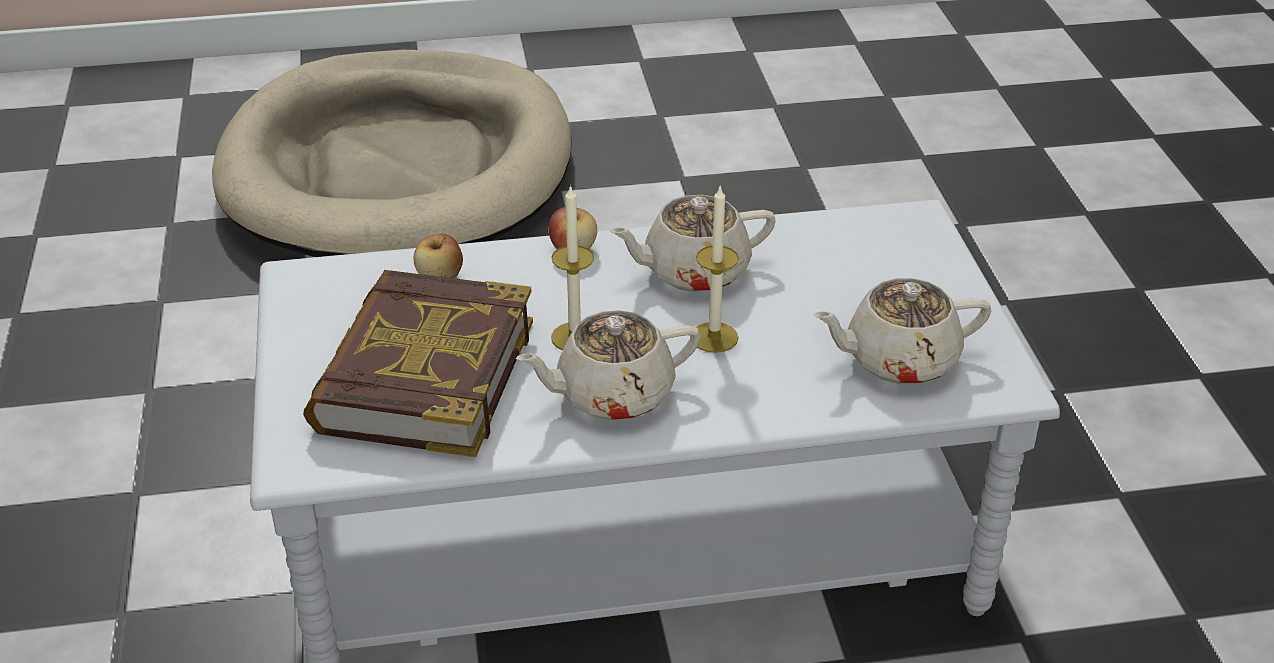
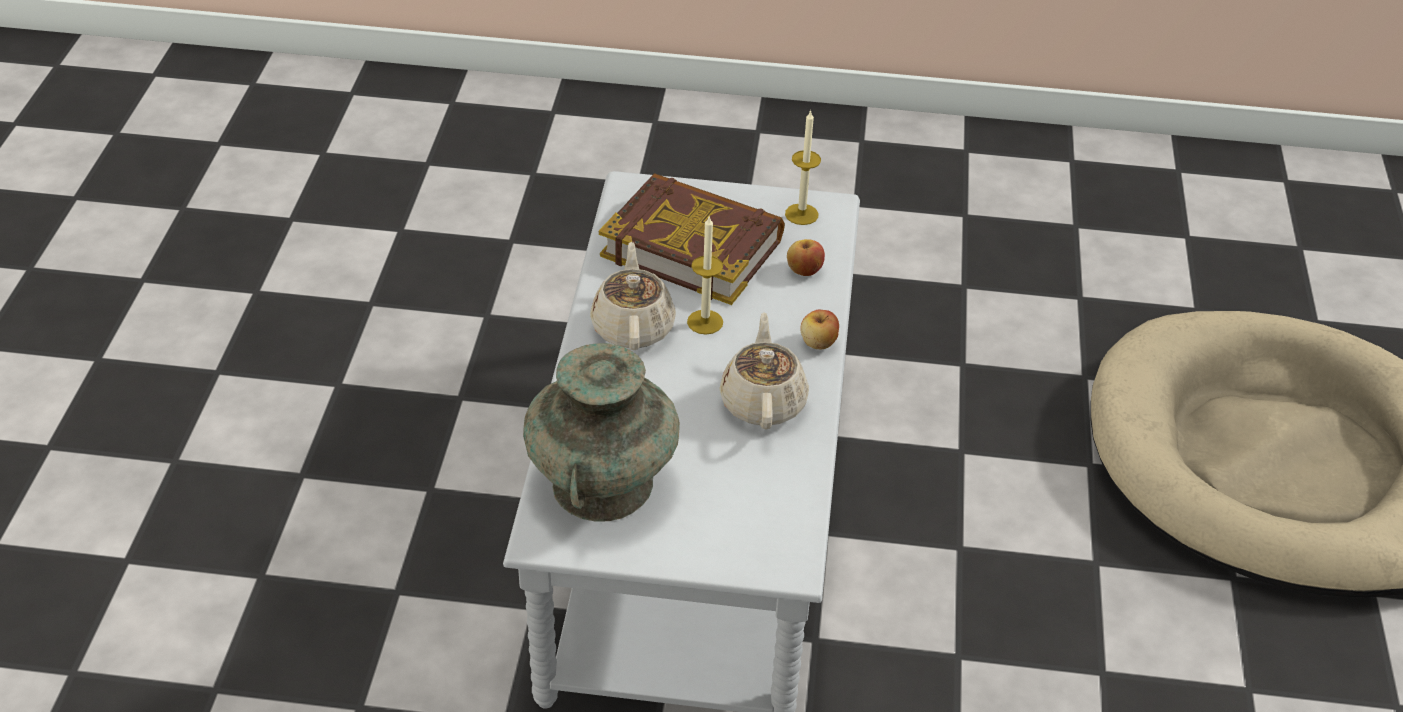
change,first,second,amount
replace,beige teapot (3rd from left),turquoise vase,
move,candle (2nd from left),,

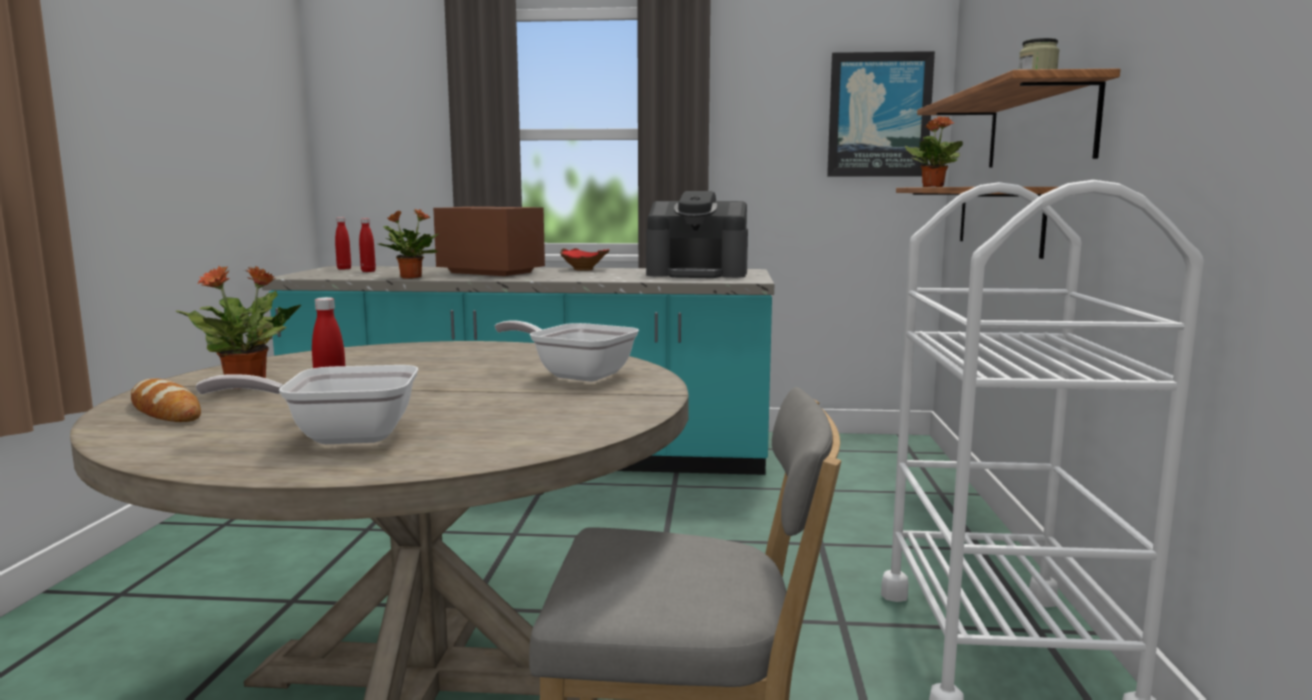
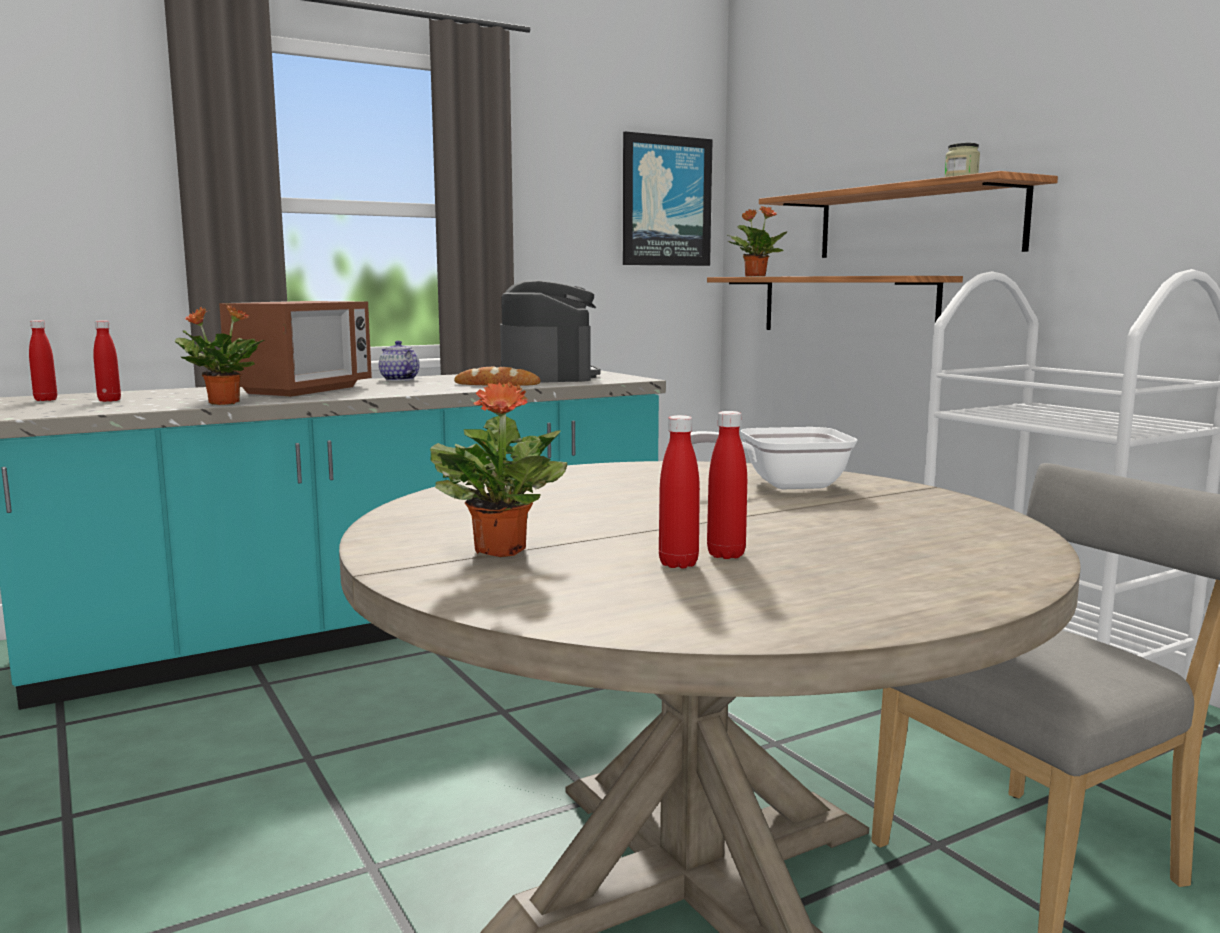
change,first,second,amount
rotate,microwave,,120 degrees clockwise
replace,red bowl,teapot,
move,bread,,
rotate,coffee machine,,75 degrees counterclockwise
insert,,red bottle (3rd from left),
delete,frying pan (1st from left),,

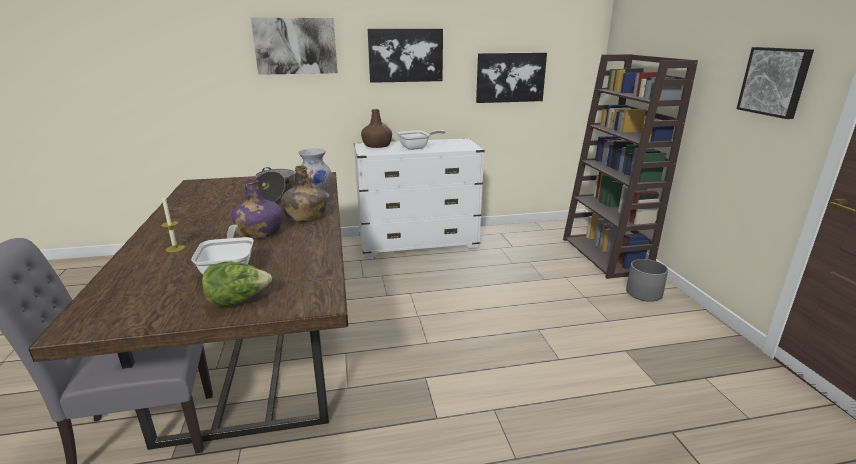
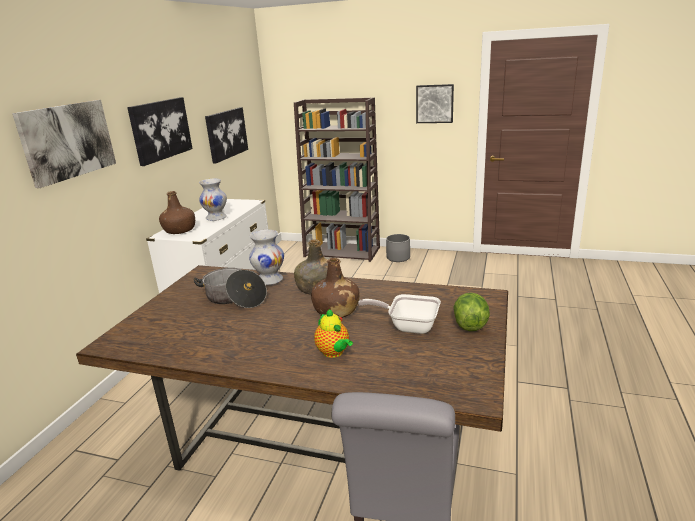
change,first,second,amount
replace,frying pan (2nd from left),white vase (1st from left),
recolor,purple bottle,brown bottle (2nd from left),
replace,candle,teapot,

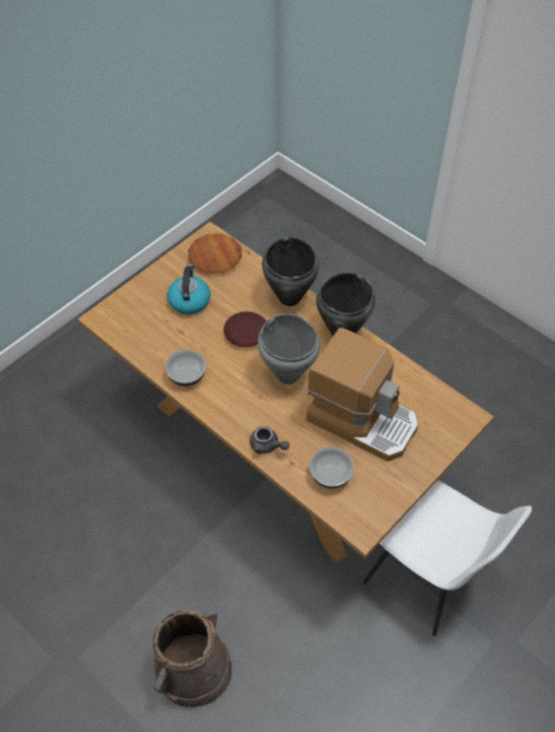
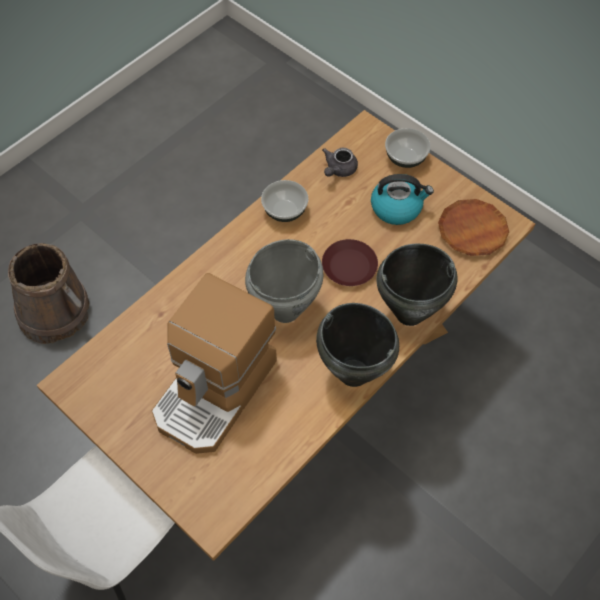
change,first,second,amount
move,grey teapot,,
move,bowl (2nd from left),,

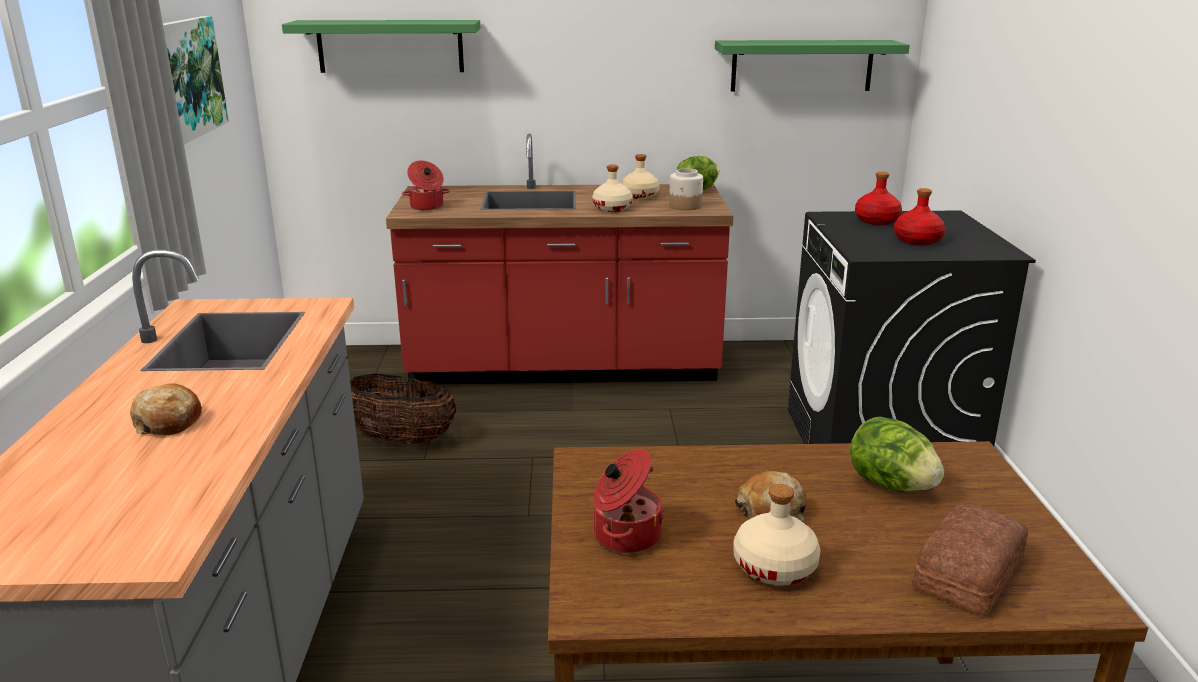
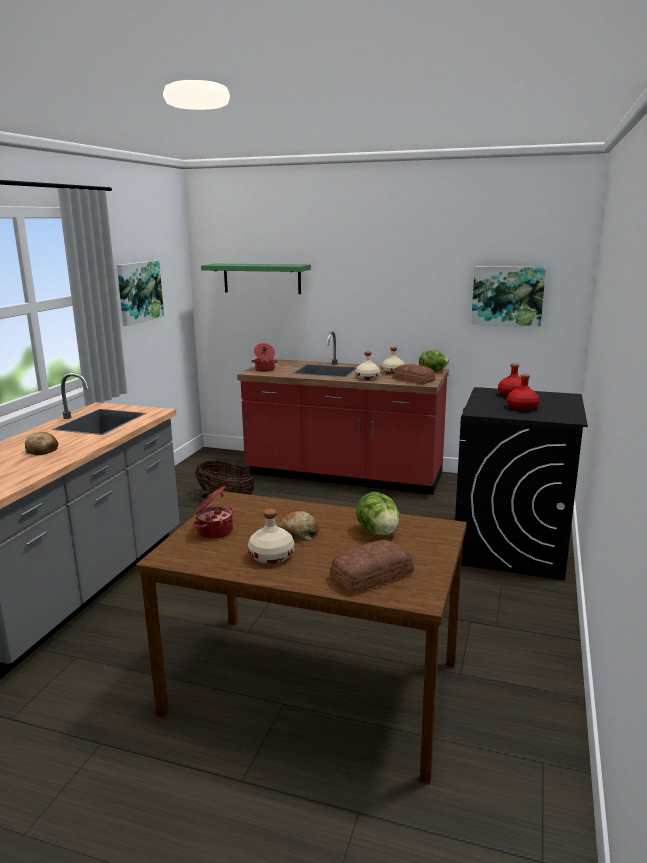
change,first,second,amount
replace,jar,bread (4th from left),
replace,green shelf (2nd from left),picture (2nd from left),

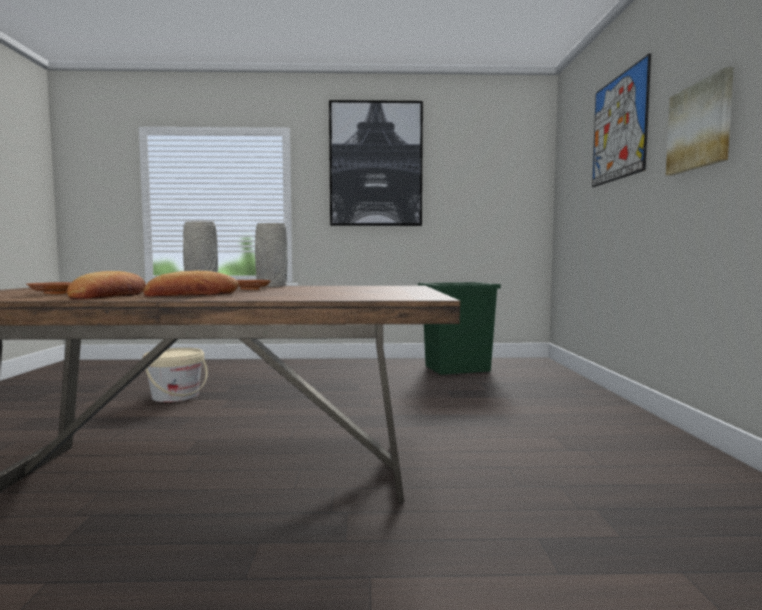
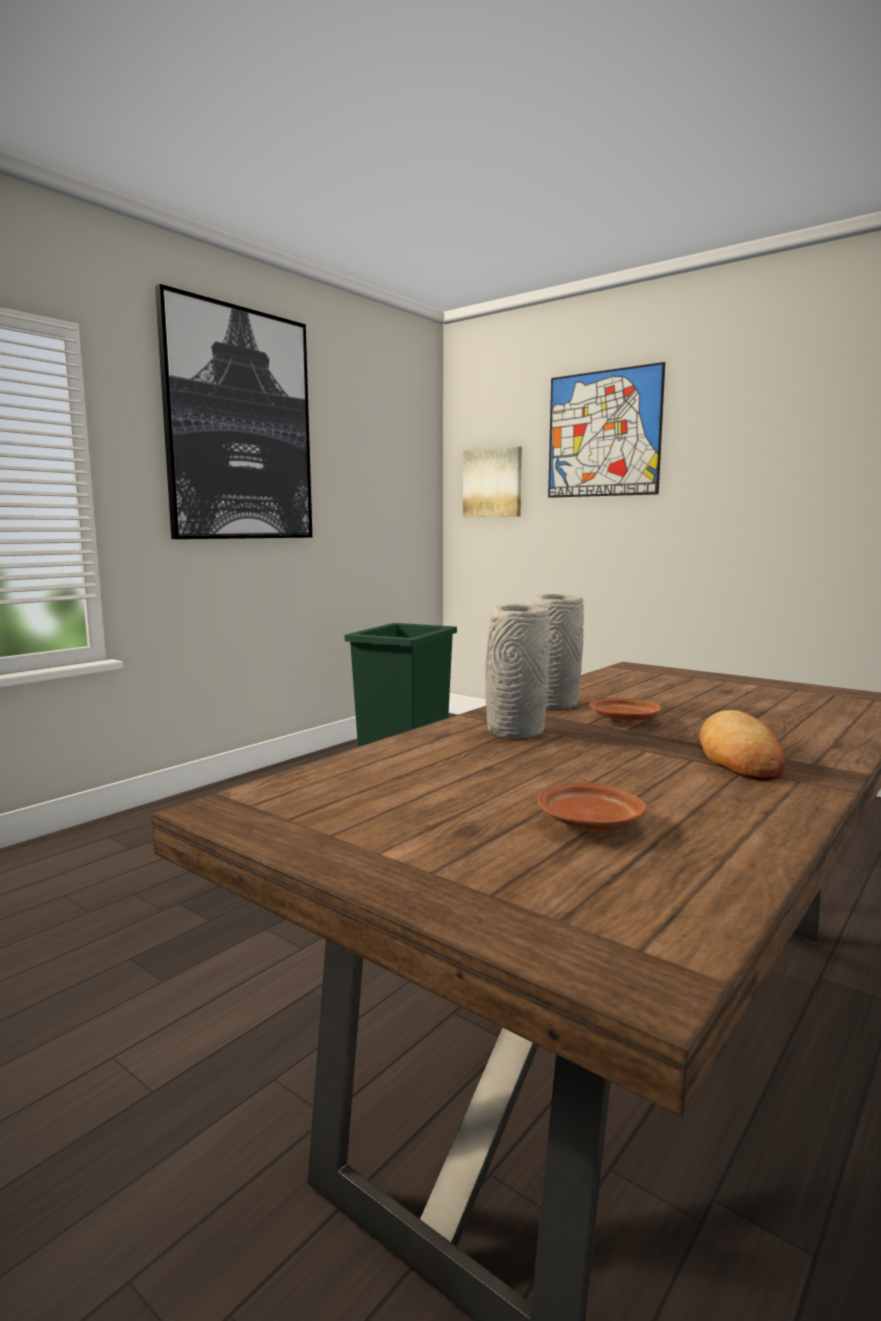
change,first,second,amount
move,picture (3rd from left in the first image),picture (2nd from left),
delete,bread (1st from left),,
delete,beige bucket,,

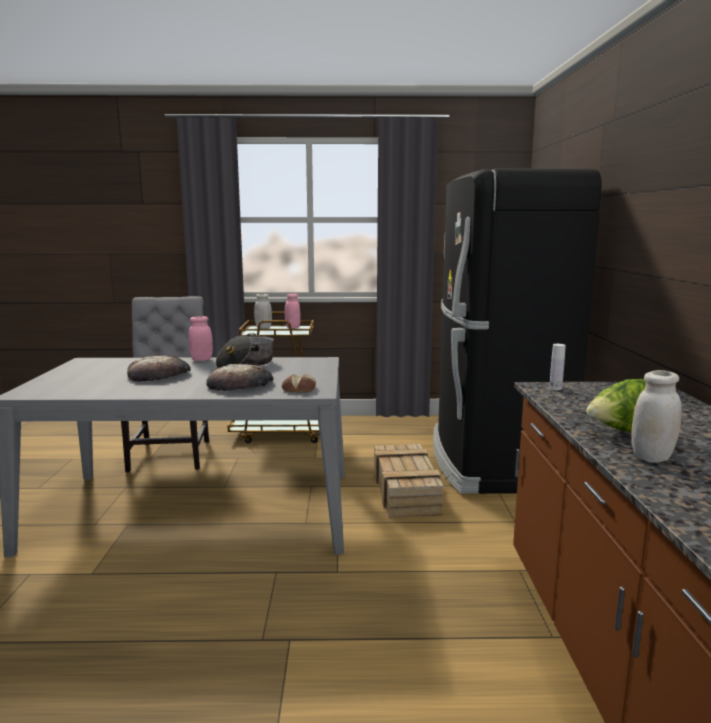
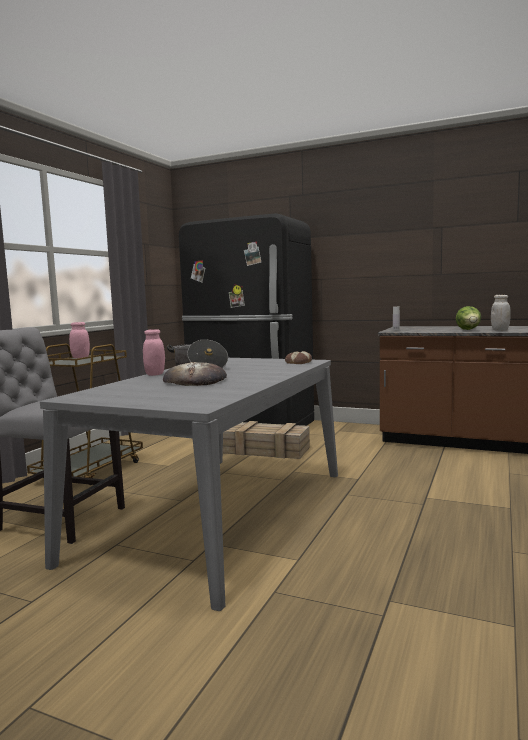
change,first,second,amount
delete,bread (2nd from left),,
delete,white jar (1st from left),,

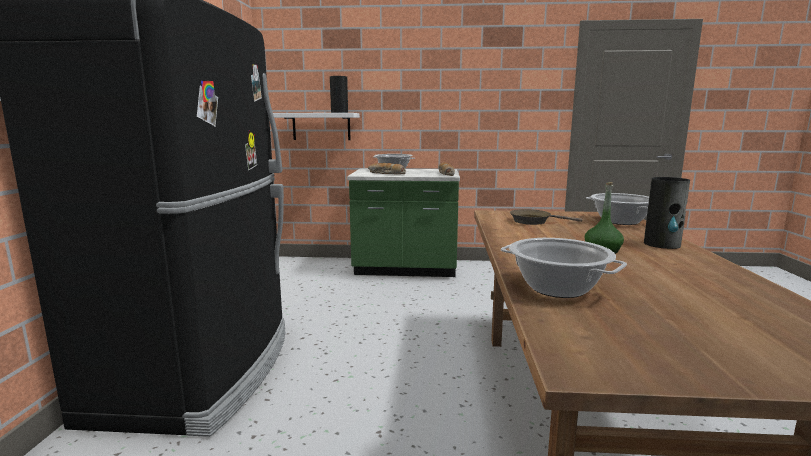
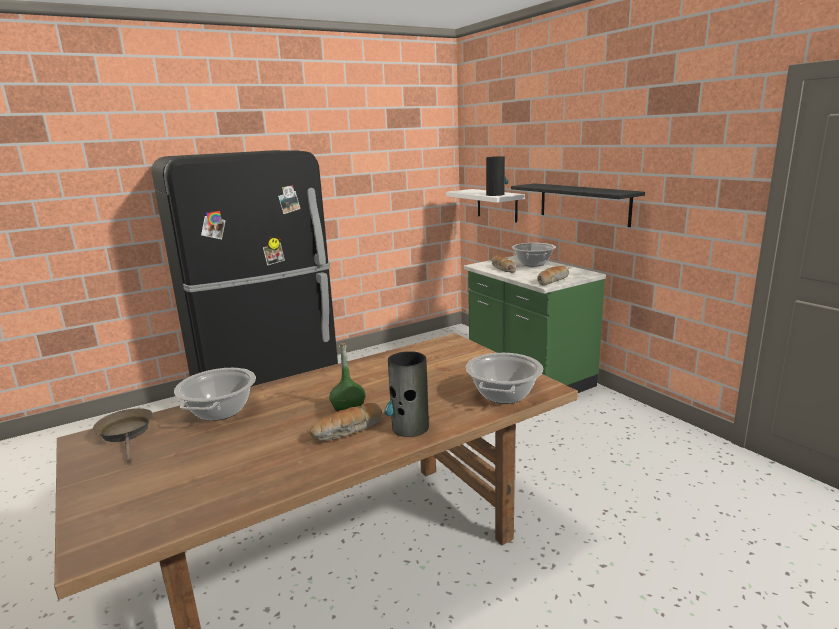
change,first,second,amount
move,brown frying pan,,
insert,,bread (1st from left),
insert,,black shelf,

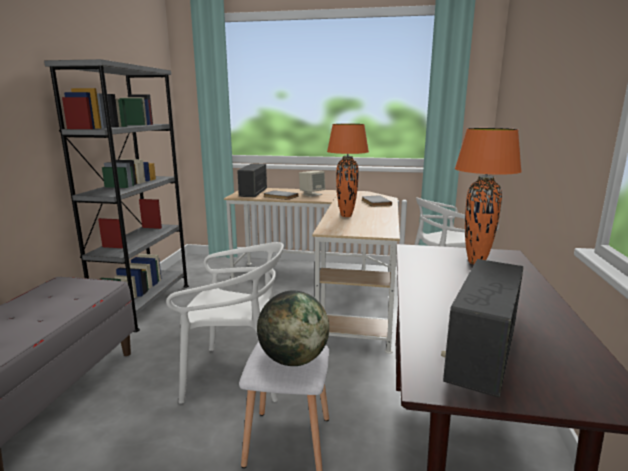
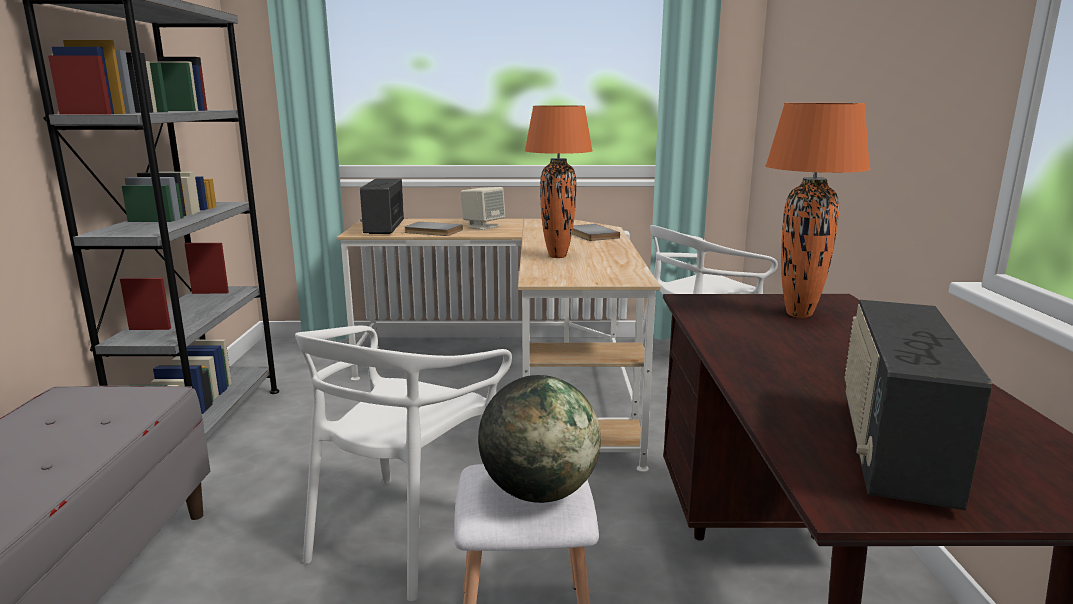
change,first,second,amount
rotate,white chair (1st from left),,120 degrees clockwise

